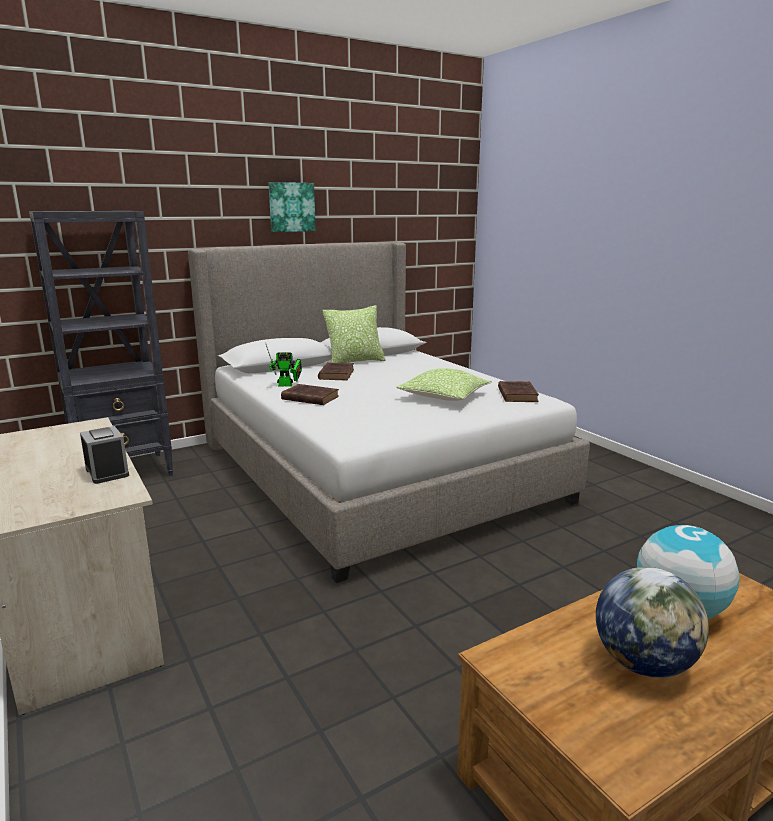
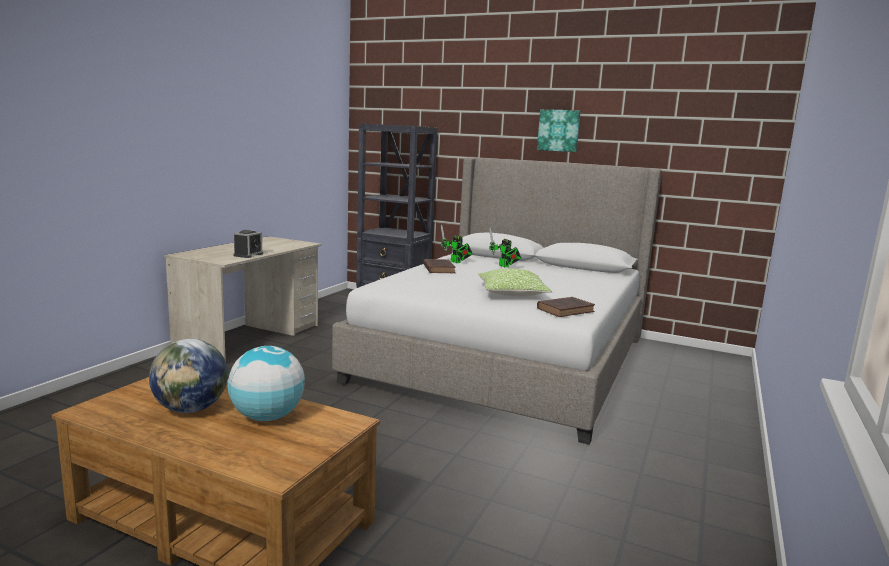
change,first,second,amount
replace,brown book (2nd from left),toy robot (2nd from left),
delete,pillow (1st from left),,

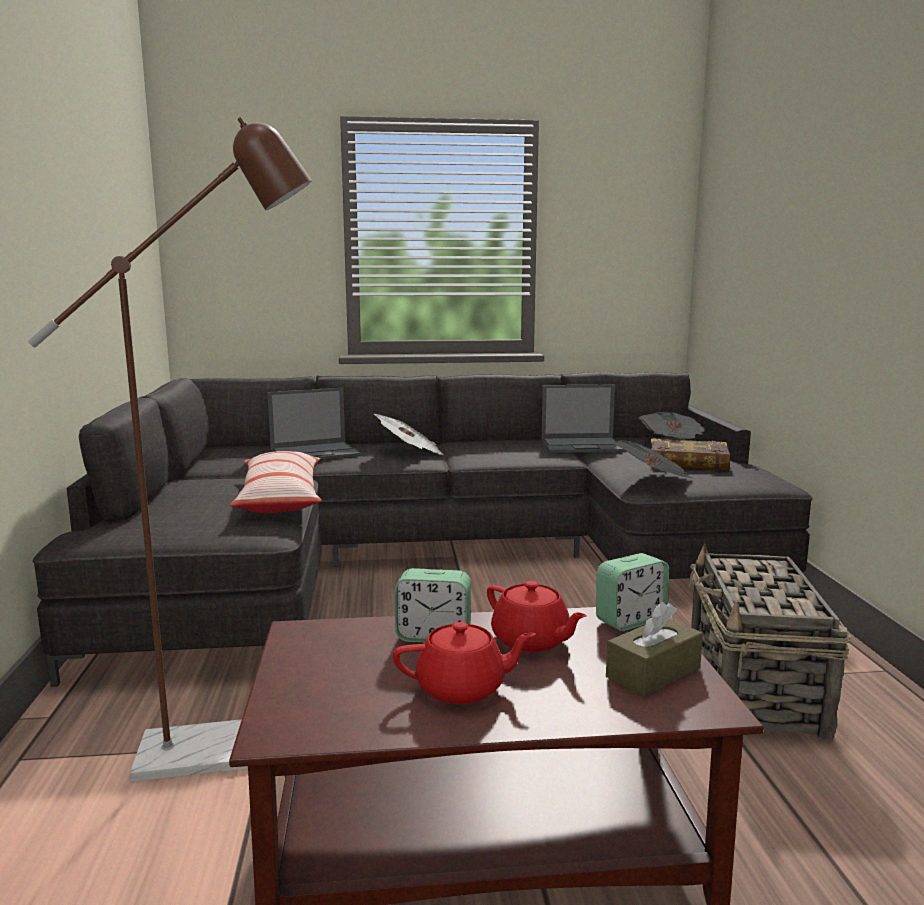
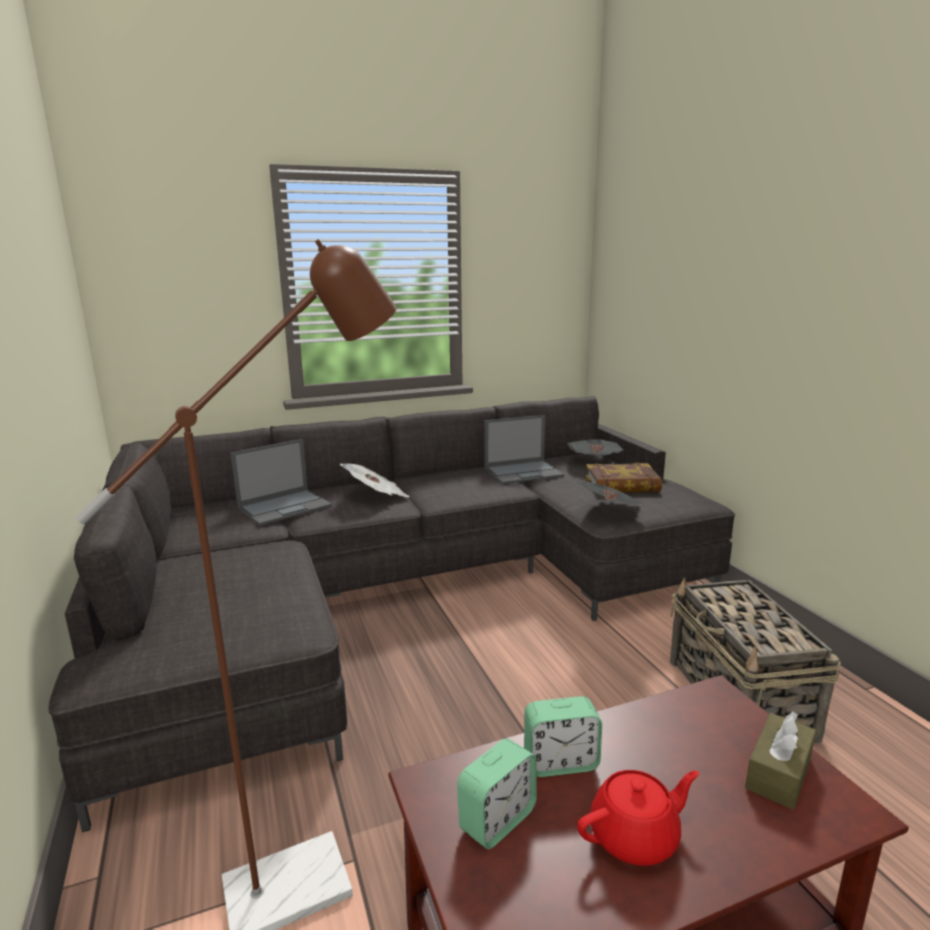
change,first,second,amount
move,alarm clock (2nd from left in the first image),alarm clock (1st from left),
delete,pillow,,
delete,red teapot (2nd from left),,

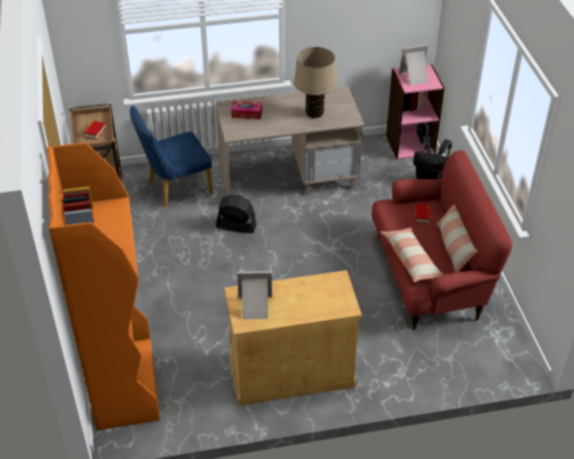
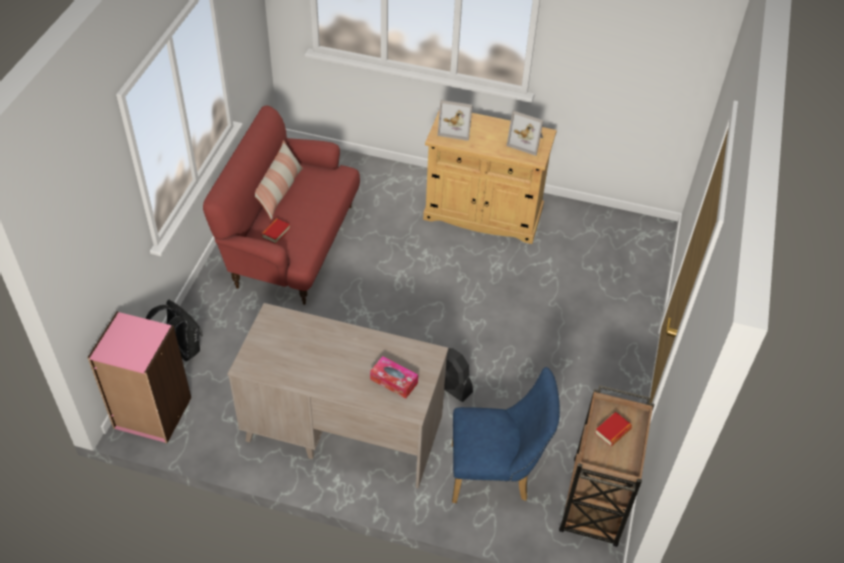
change,first,second,amount
move,picture frame (2nd from left in the first image),picture frame (1st from left),
delete,orange bookcase,,
delete,beige table lamp,,
delete,pillow (1st from left),,

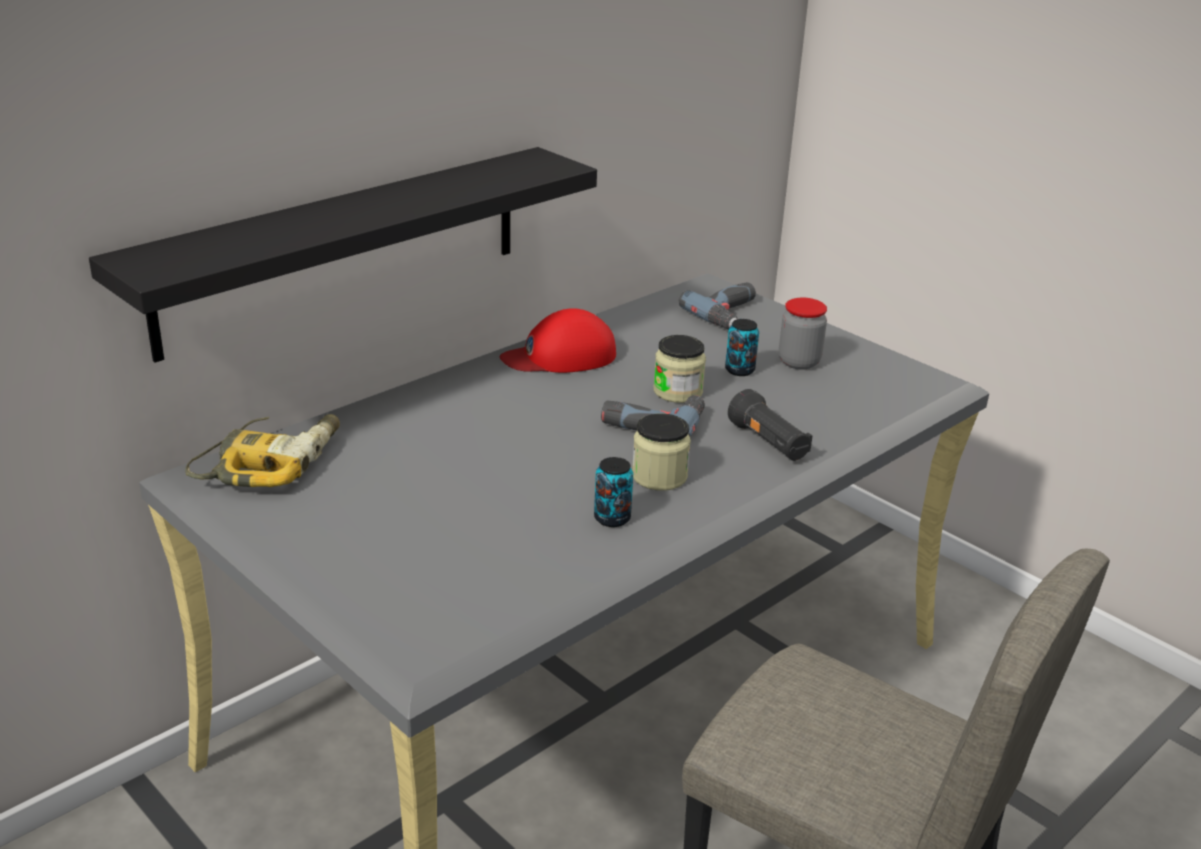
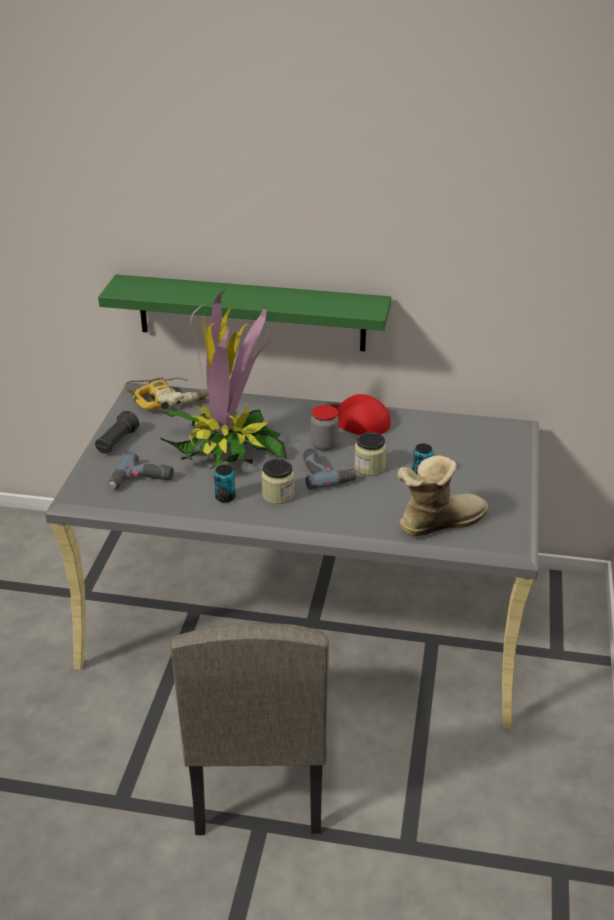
change,first,second,amount
move,black flashlight,,
recolor,black shelf,green shelf,
move,power drill (3rd from left in the first image),power drill (1st from left),
insert,,potted plant,
move,jar (3rd from left in the first image),jar (2nd from left),
insert,,boot,

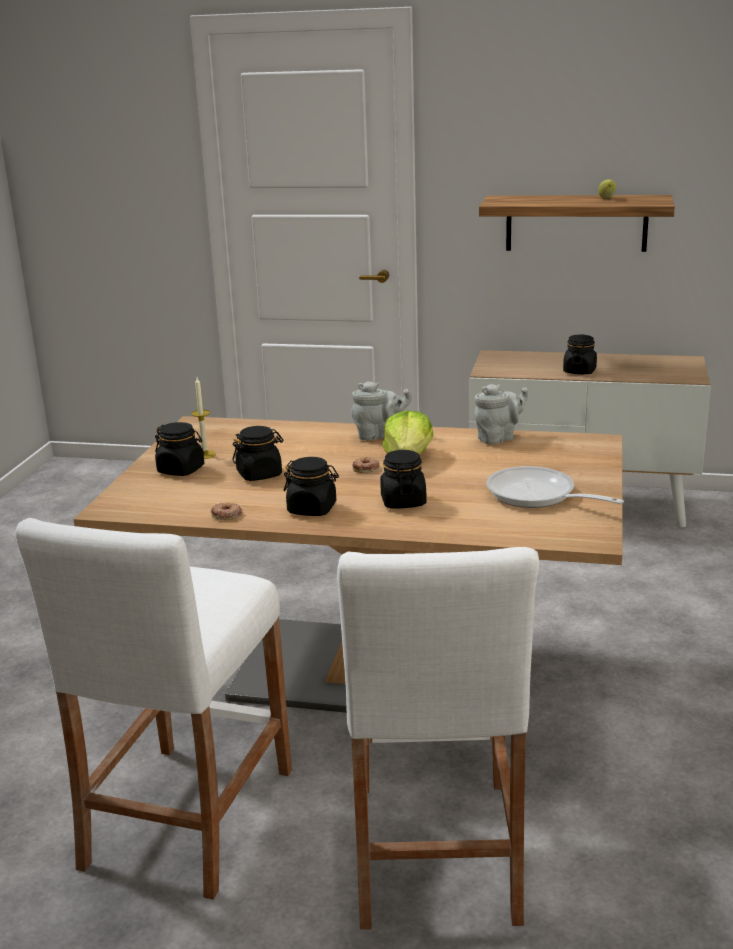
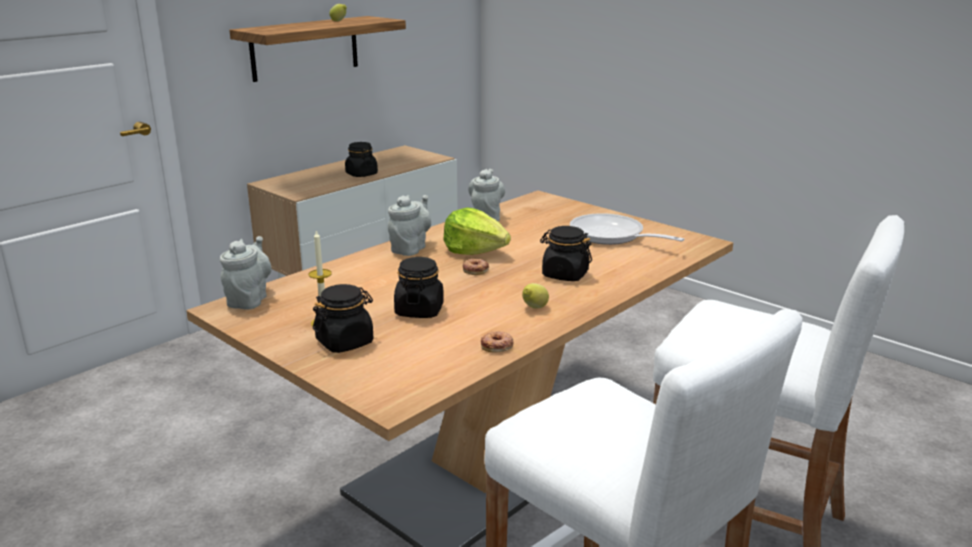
change,first,second,amount
insert,,grey teapot (1st from left),
replace,black jar (3rd from left),lemon (2nd from left),
rotate,frying pan,,60 degrees clockwise

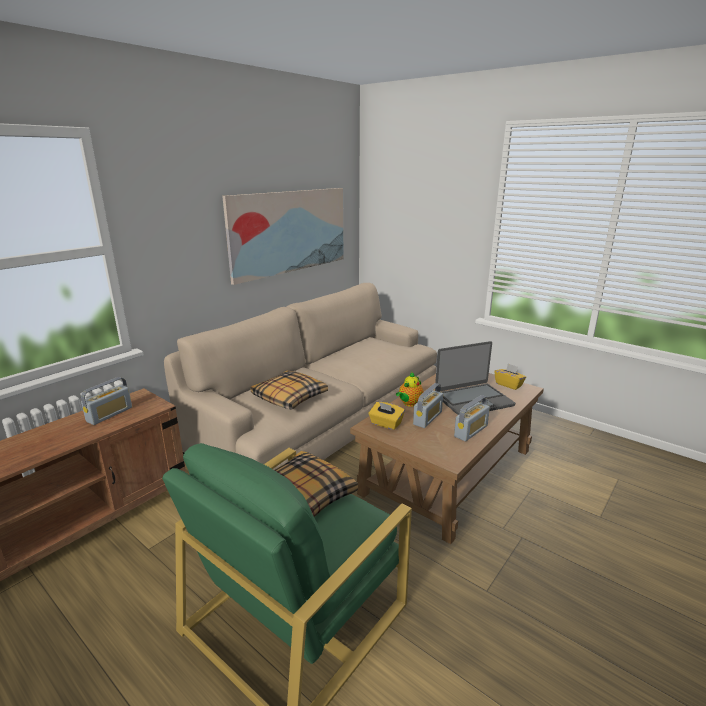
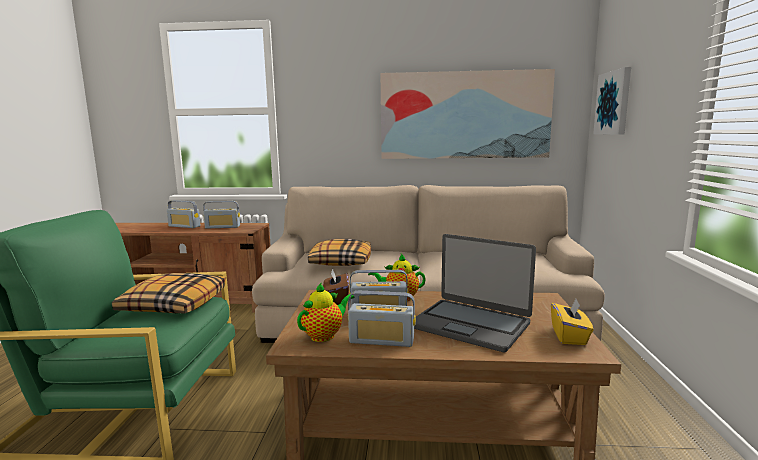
change,first,second,amount
insert,,radio (1st from left),
insert,,teapot (1st from left),
recolor,yellow tissue box (1st from left),brown tissue box,
insert,,picture (2nd from left),

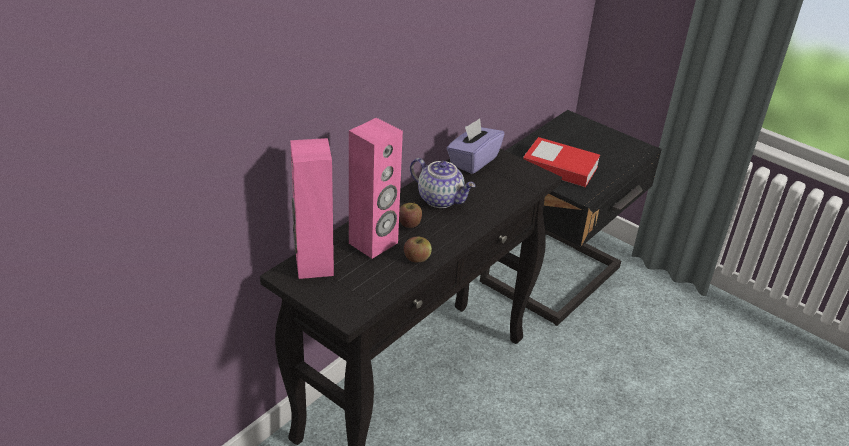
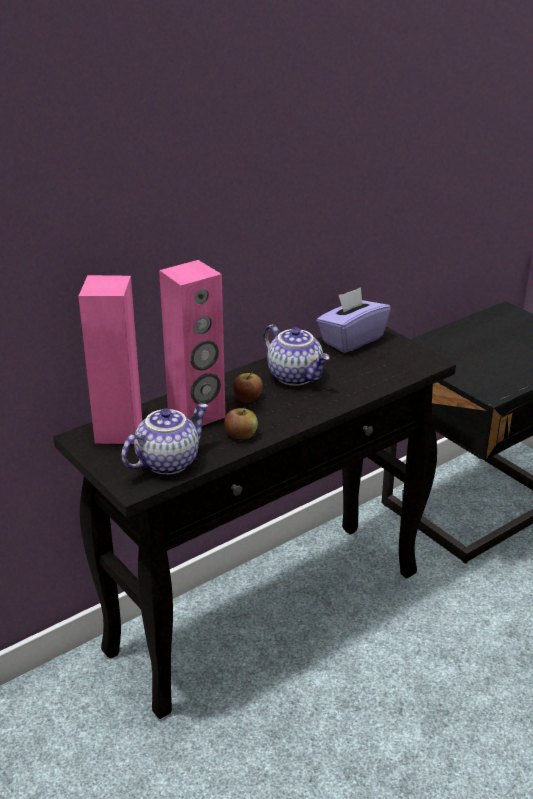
change,first,second,amount
insert,,teapot (1st from left),
delete,book,,

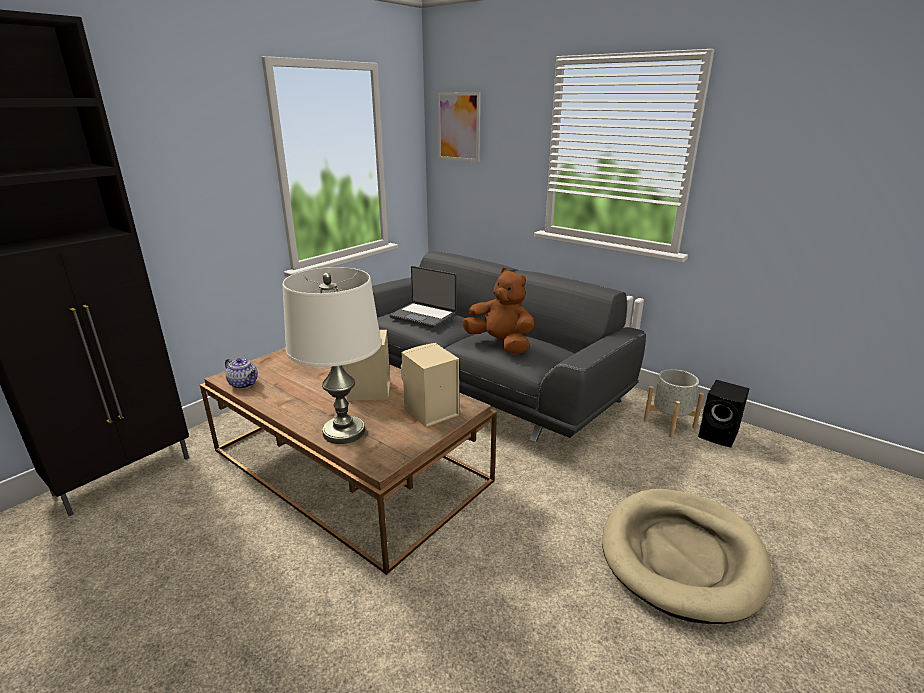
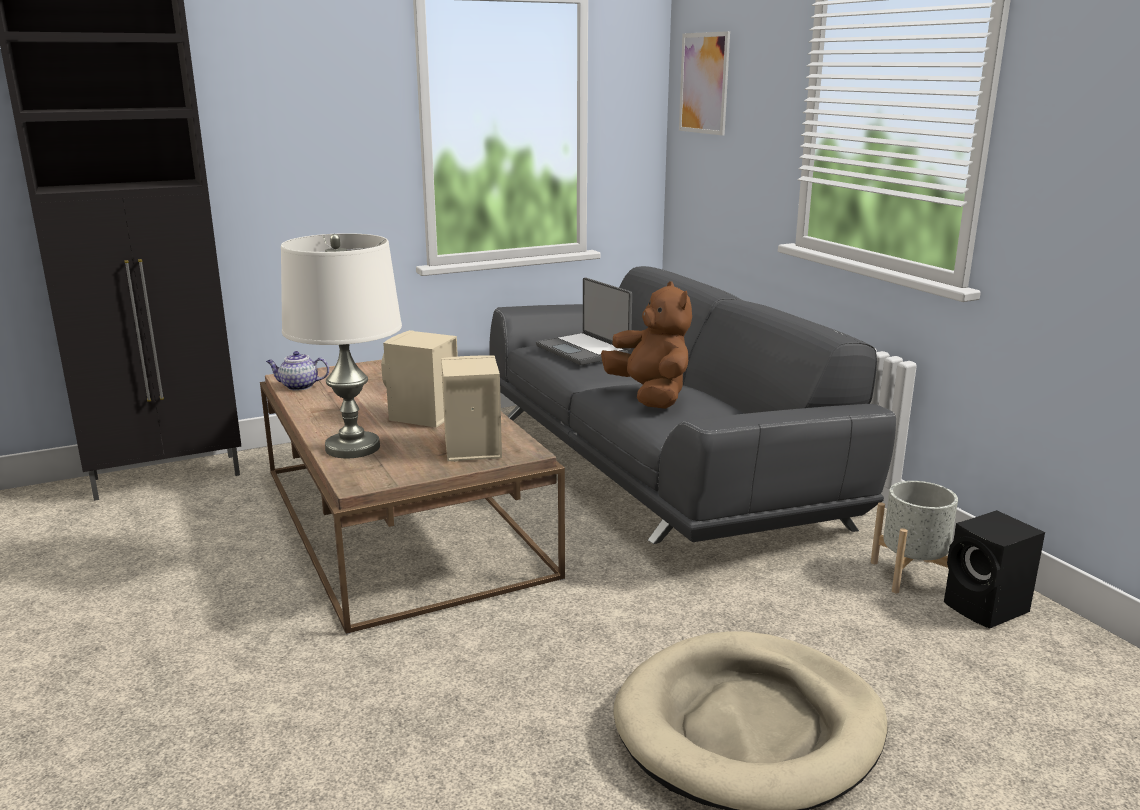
change,first,second,amount
rotate,teapot,,120 degrees clockwise

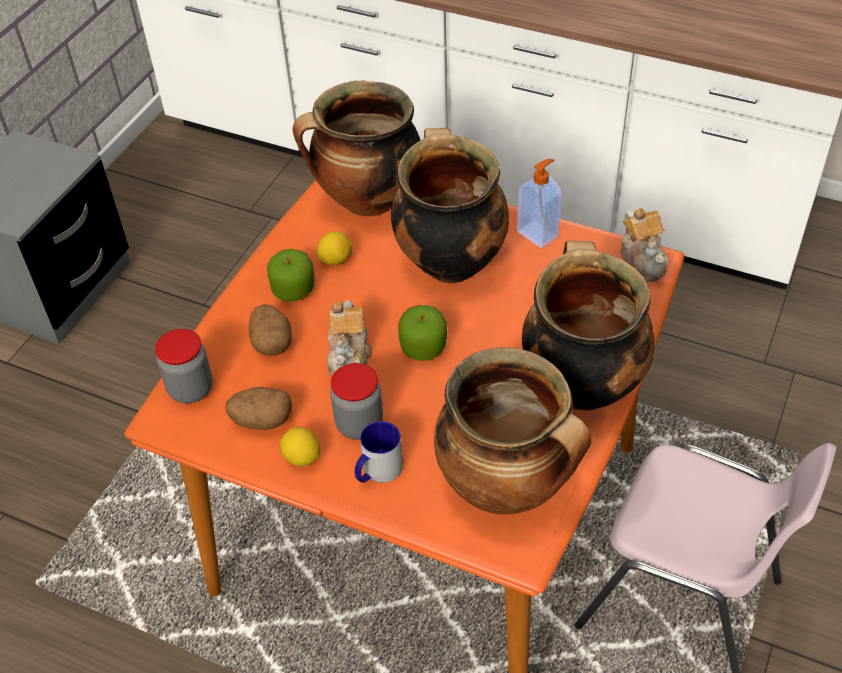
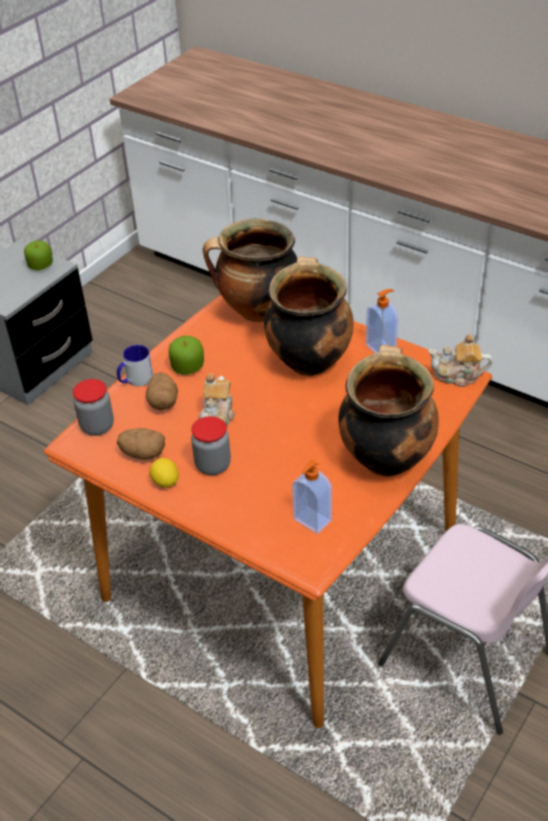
change,first,second,amount
move,apple (2nd from left in the first image),apple (1st from left),
move,mug,,
replace,cooking pot (3rd from left),soap dispenser (1st from left),
rotate,teapot (2nd from left),,105 degrees clockwise
delete,lemon (2nd from left),,

